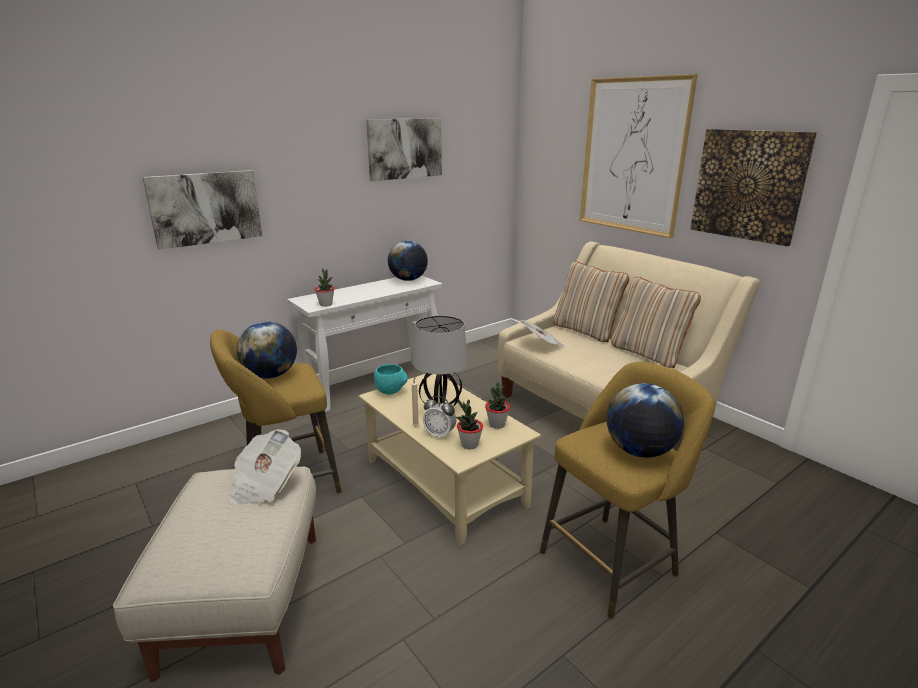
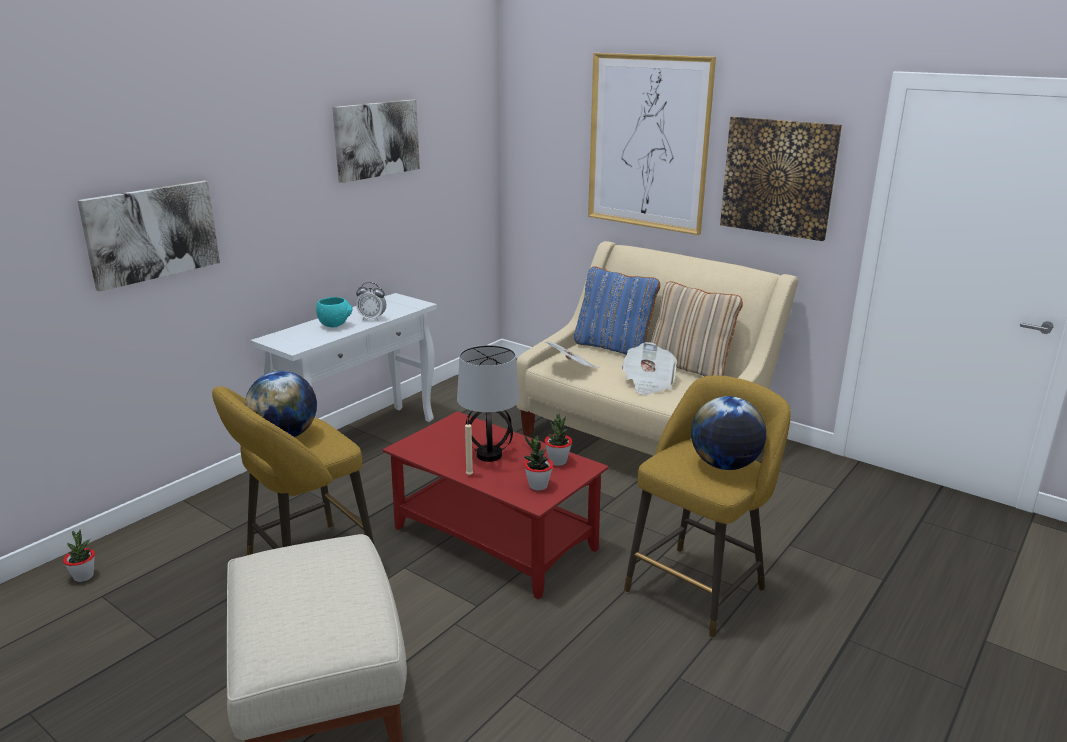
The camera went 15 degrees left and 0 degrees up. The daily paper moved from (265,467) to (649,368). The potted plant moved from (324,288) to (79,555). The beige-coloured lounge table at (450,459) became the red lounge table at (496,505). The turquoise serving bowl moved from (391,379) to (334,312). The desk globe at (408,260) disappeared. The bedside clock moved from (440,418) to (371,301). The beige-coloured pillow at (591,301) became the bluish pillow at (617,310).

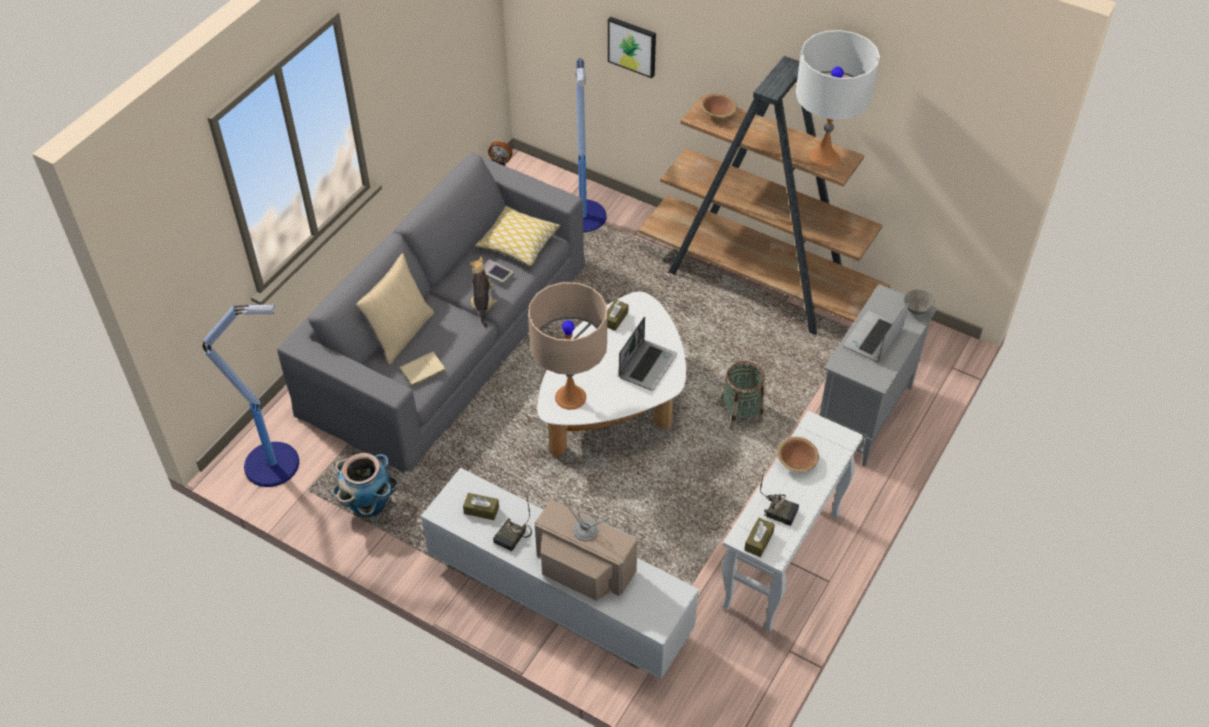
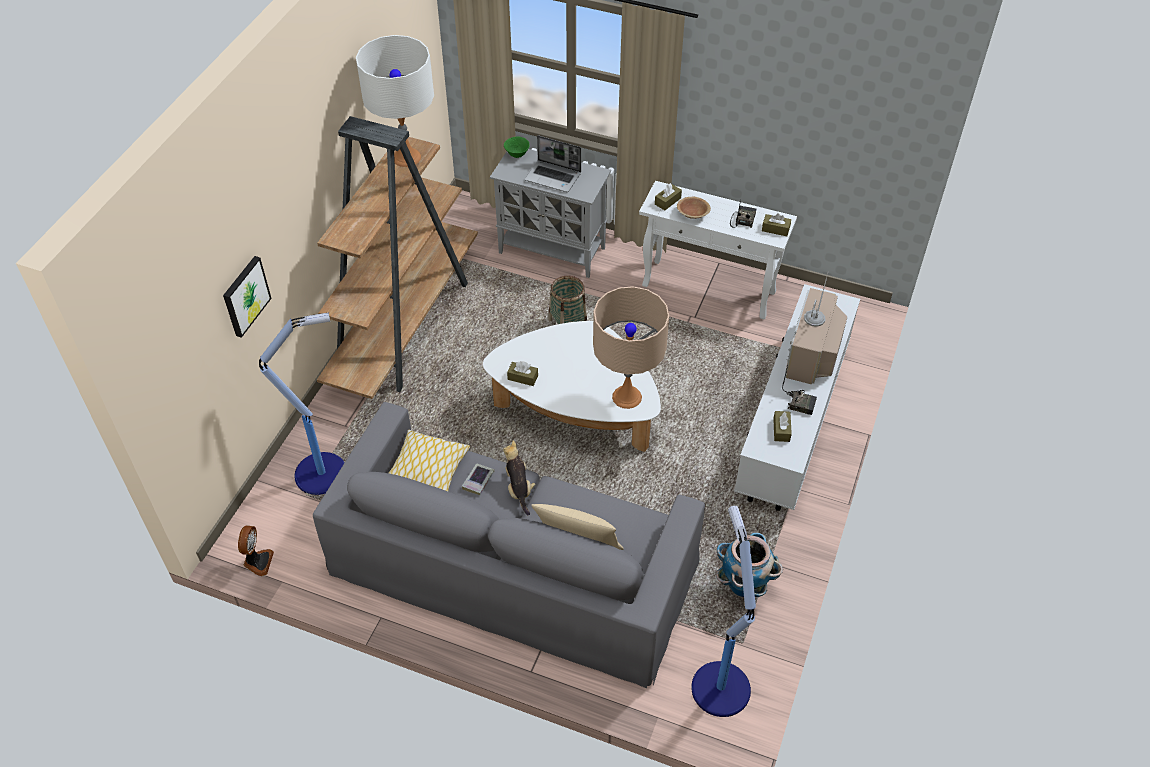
The camera went 100 degrees left and 0 degrees up. The beige-coloured volume at (423,369) disappeared. The cuddly toy at (484,292) turned 90 degrees clockwise. The notebook computer at (648,353) disappeared. The brown-coloured serving bowl at (719,105) disappeared. The greyish serving bowl at (919,302) became the green serving bowl at (517,147). The brown-coloured tissue box at (668,196) appeared.

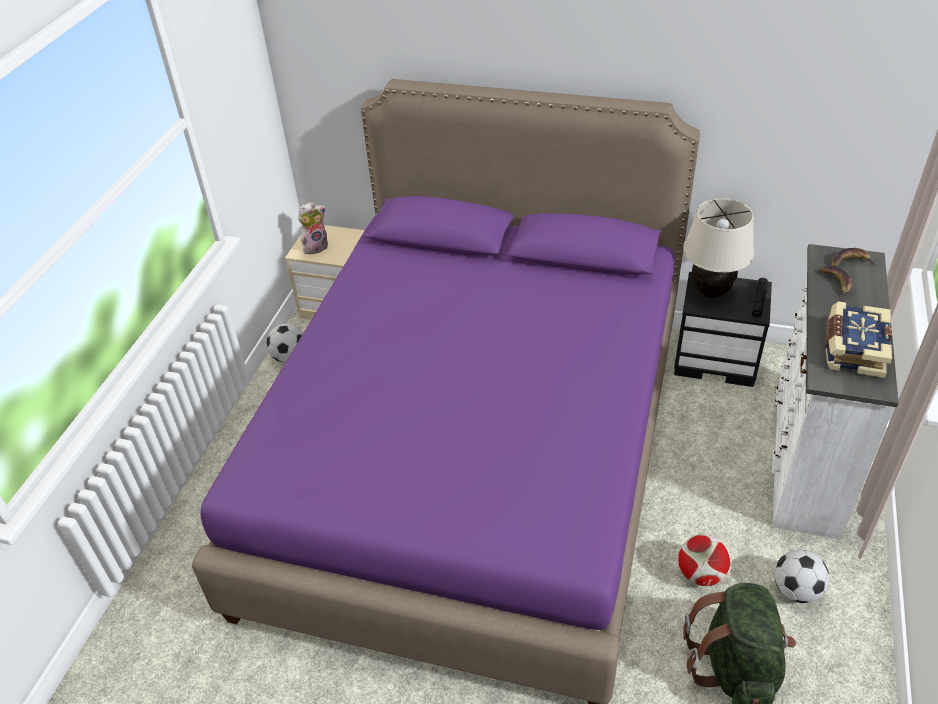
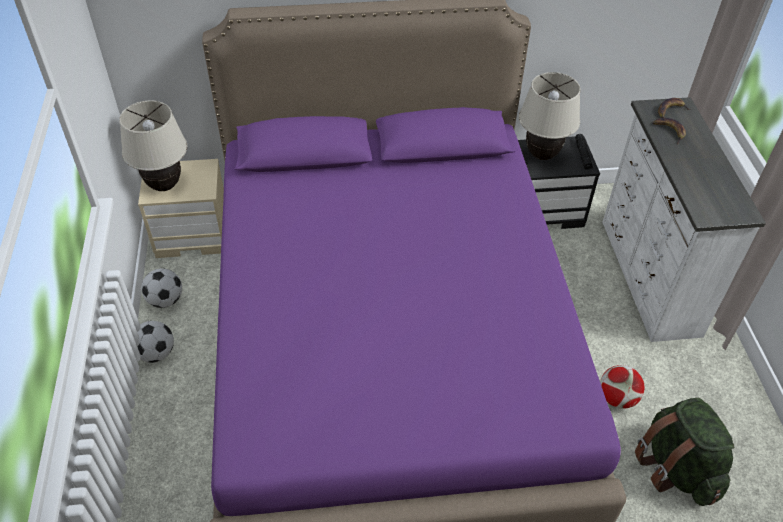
The camera went 25 degrees left and 5 degrees up. The cuddly toy at (313,228) was replaced by the beige-coloured table lamp at (153,146). The ball for football moved from (801,576) to (155,342). The volume at (858,339) disappeared.

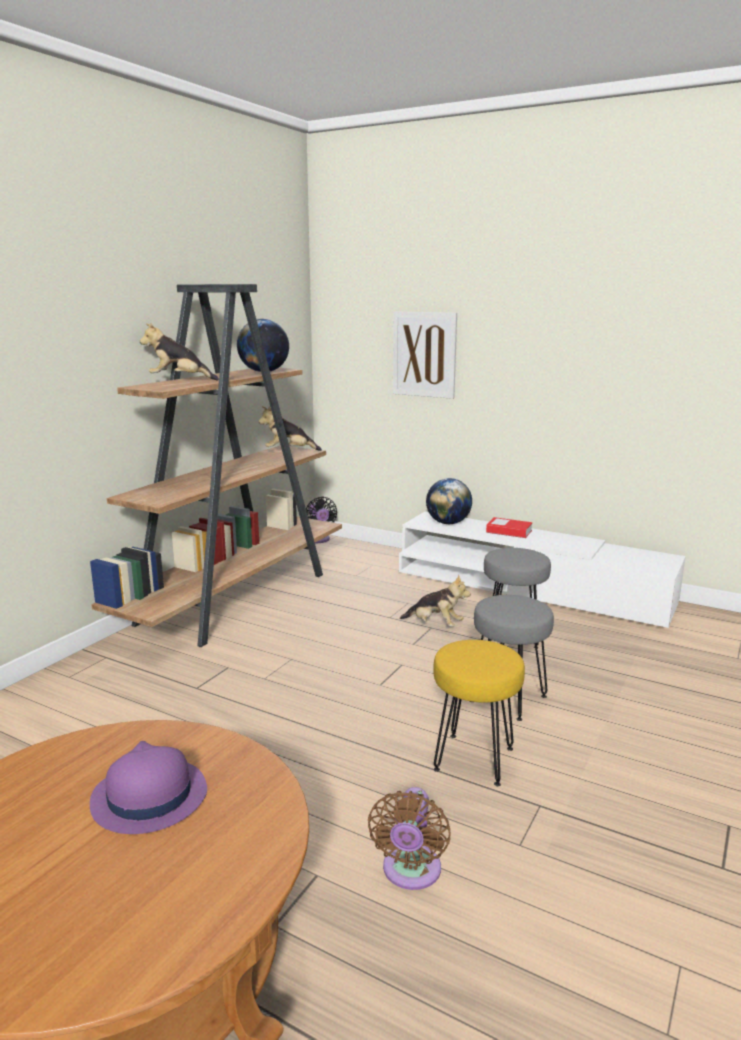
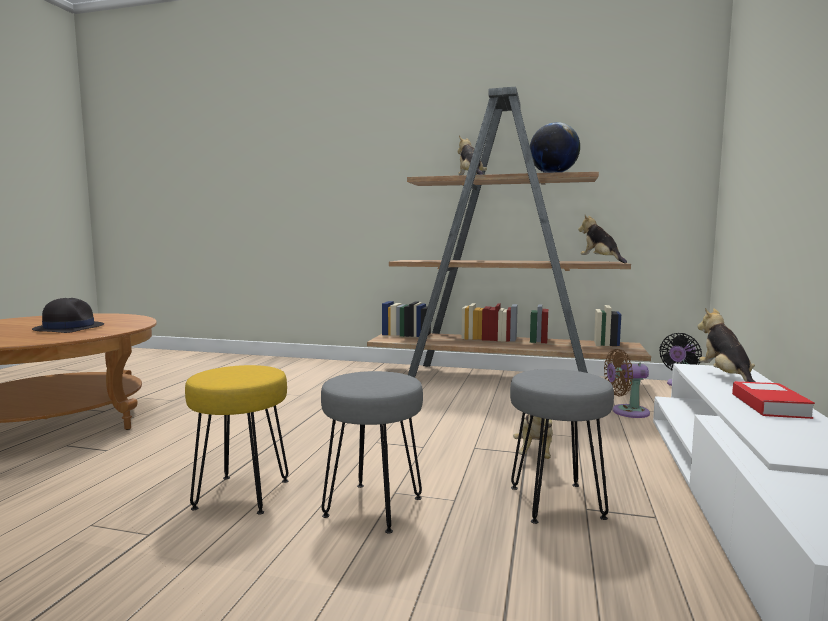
The camera went 75 degrees right and 10 degrees down. The purple-coloured hat at (148,787) became the blackish hat at (68,315). The brown-coloured fan moved from (409,838) to (627,383). The picture at (425,355) disappeared. The desk globe at (449,501) was replaced by the cuddly toy at (726,345).

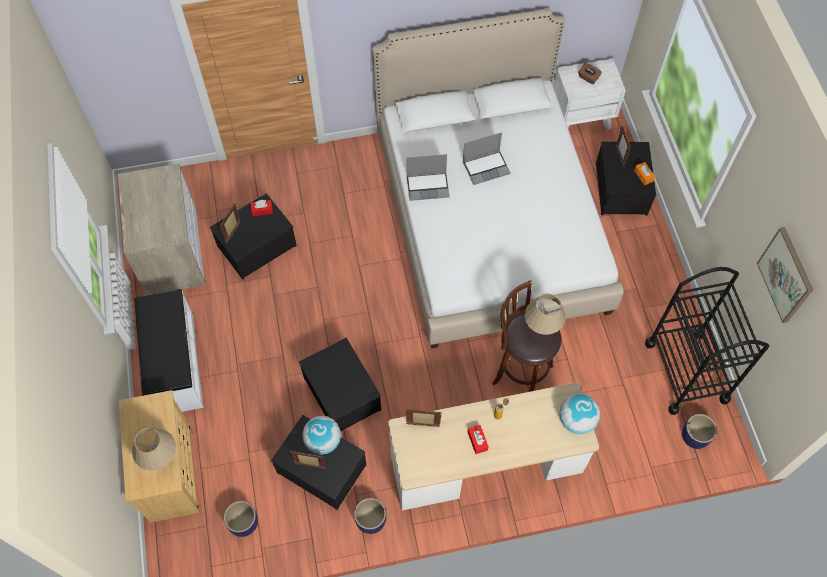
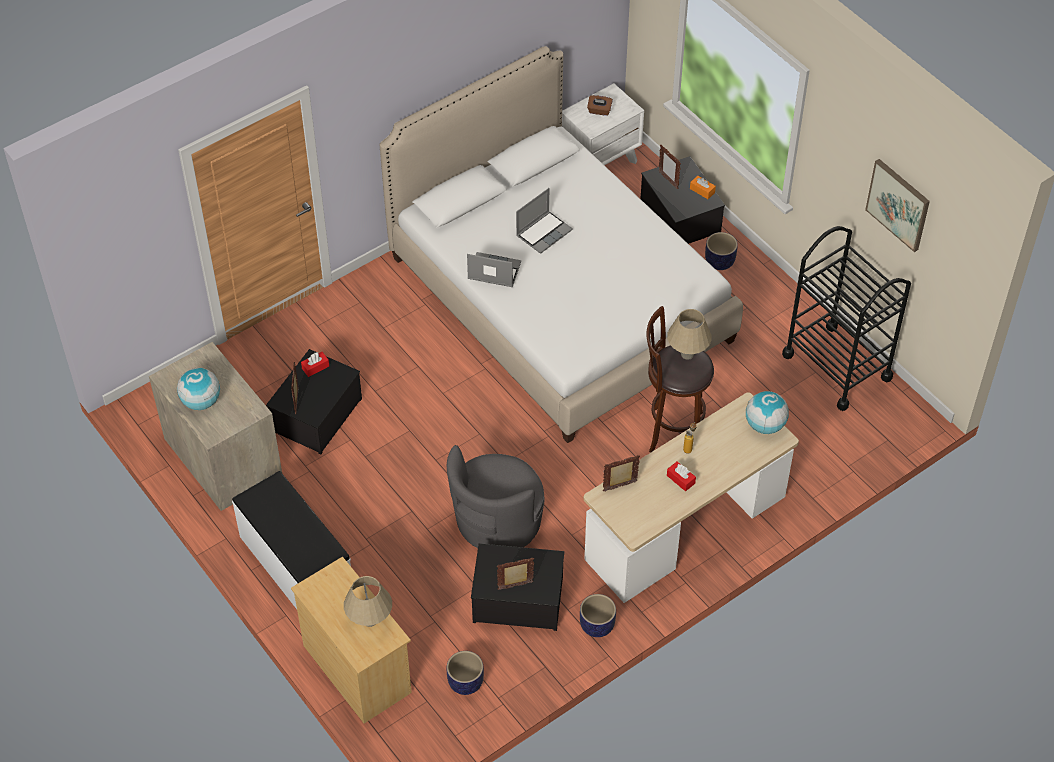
The camera went 25 degrees left and 10 degrees down. The storage container at (340,384) was replaced by the greyish lounge chair at (496,496). The desk globe moved from (321,435) to (198,389). The notebook computer at (428,177) turned 135 degrees counterclockwise. The flower pot moved from (699,431) to (721,251).

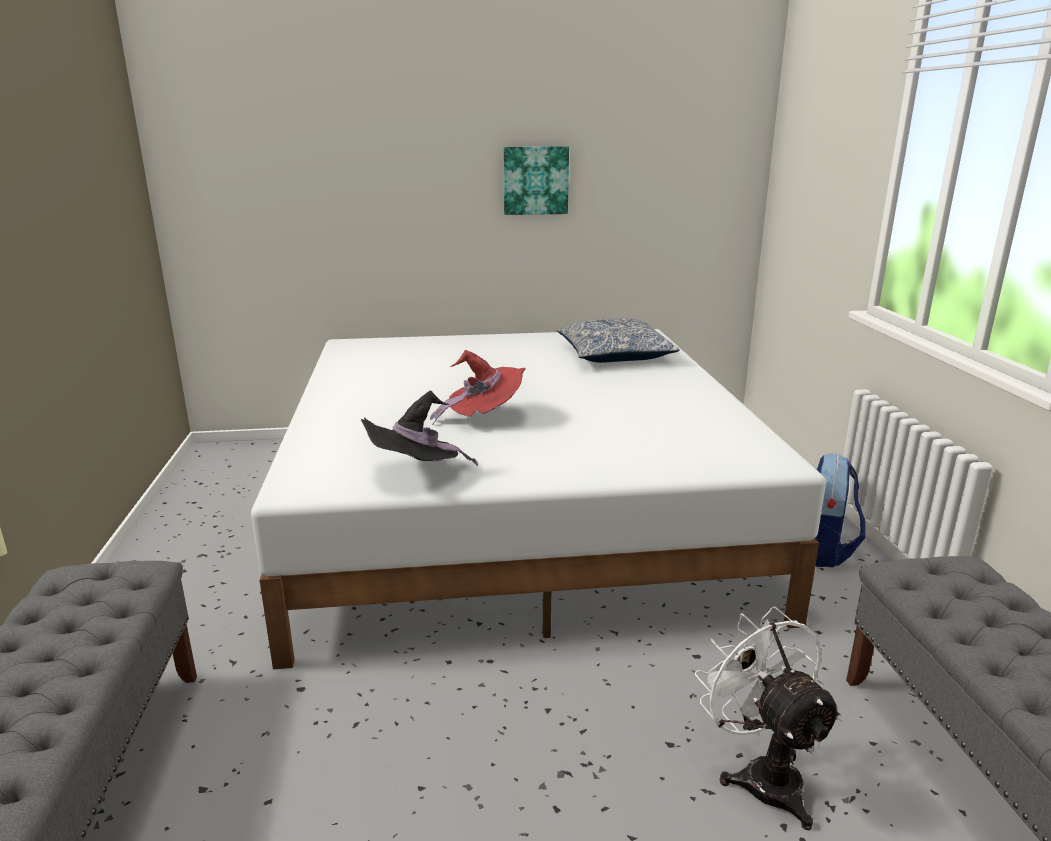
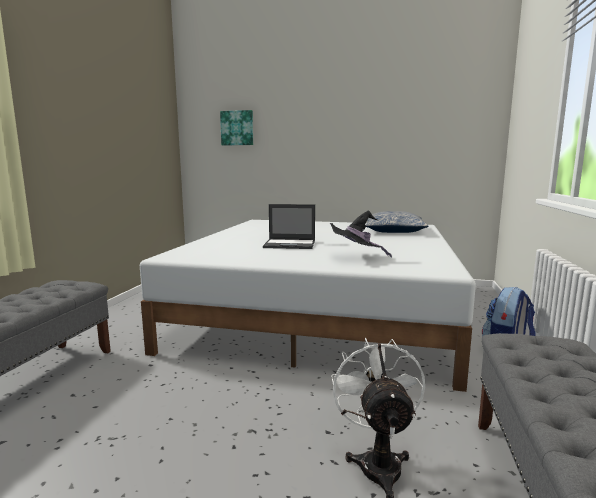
The camera went 20 degrees right and 10 degrees down. The blackish hat moved from (419,428) to (361,234). The red hat at (478,387) was replaced by the notebook computer at (289,226). The picture moved from (536,180) to (236,128).

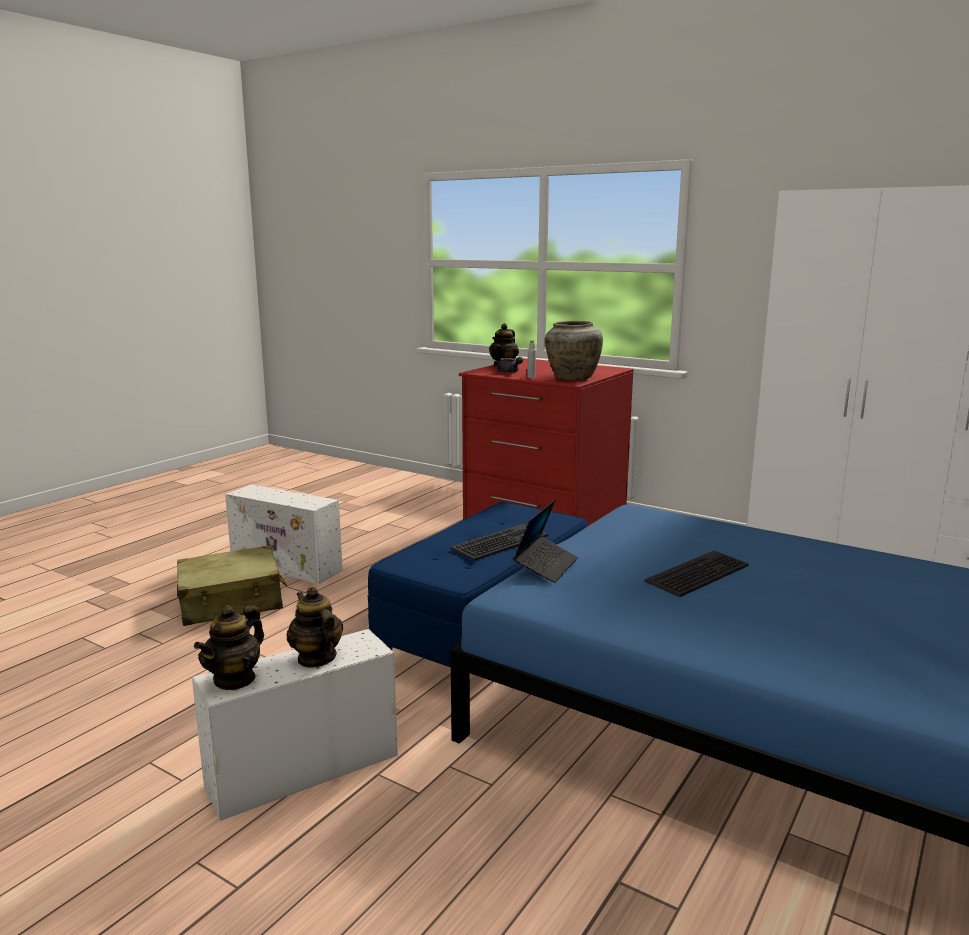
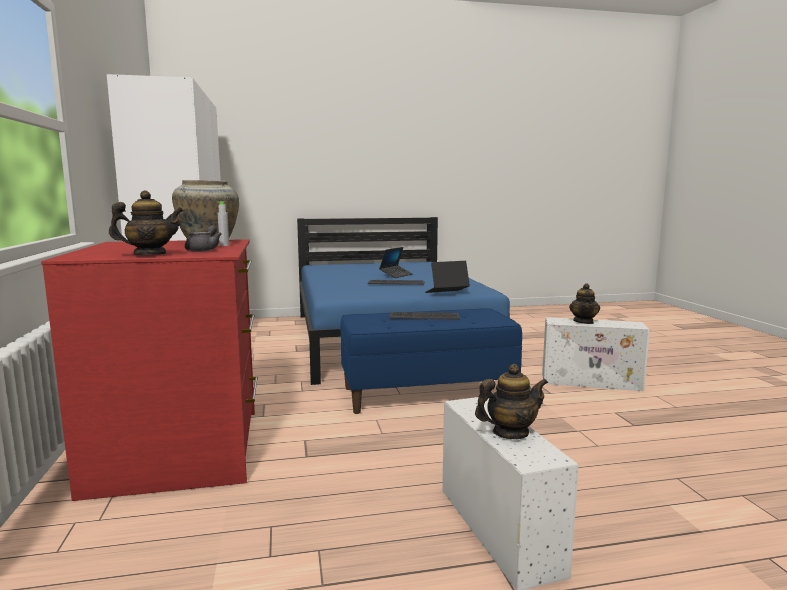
The camera went 135 degrees left and 5 degrees down. The beige-coloured suitcase at (232,585) disappeared. The tea pot moved from (229,647) to (511,401). The notebook computer at (396,262) appeared.

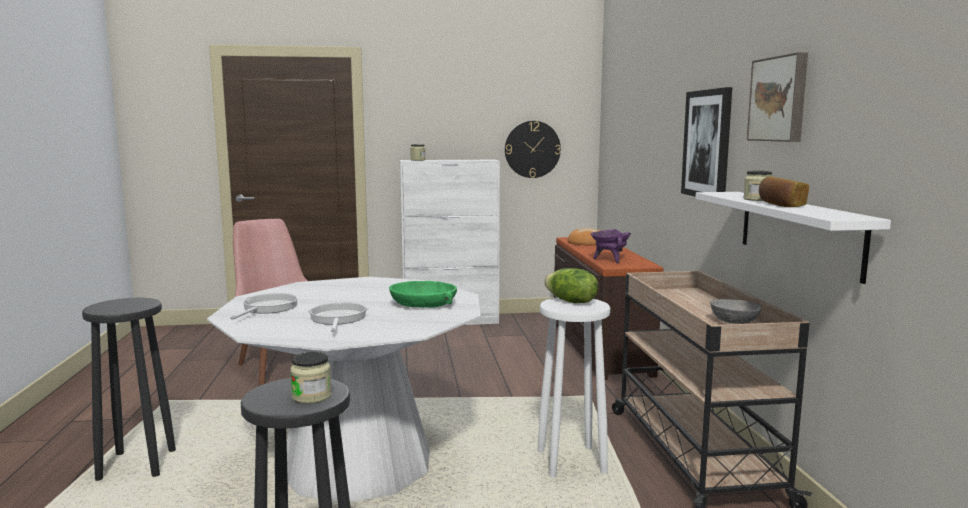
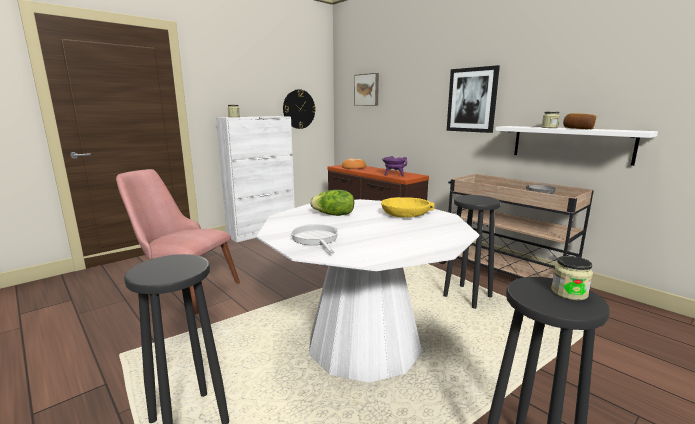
The camera went 35 degrees left and 5 degrees up. The skillet at (338,317) disappeared. The green serving bowl at (423,294) became the yellow serving bowl at (408,207). The white sitting stool at (573,387) became the blackish sitting stool at (472,252). The lettuce head moved from (571,285) to (332,203). The picture moved from (777,97) to (366,89).

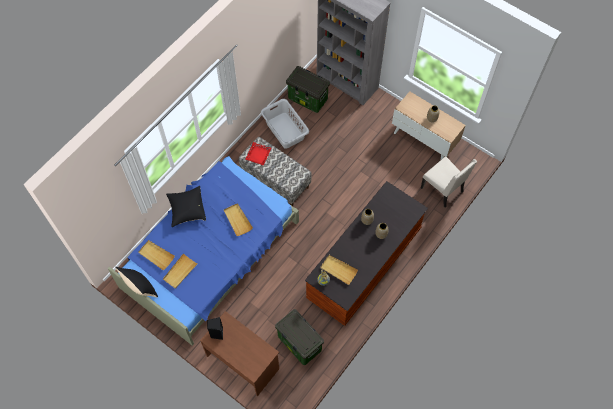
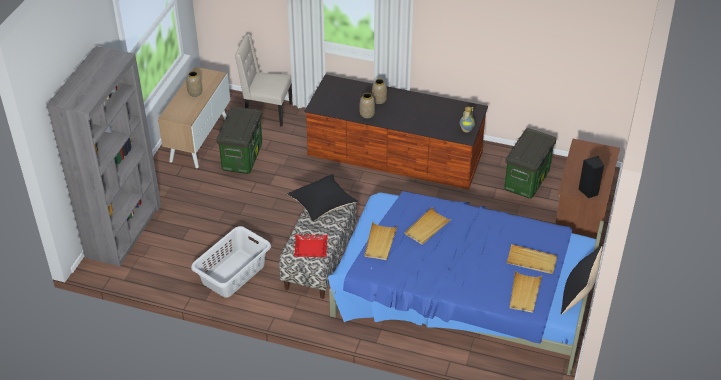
The camera went 110 degrees left and 20 degrees down. The blackish pillow moved from (186,206) to (322,197). The storage container moved from (308,89) to (239,140). The beige-coloured carrying tray moved from (339,270) to (381,241). The beige-coloured chair at (449,182) turned 105 degrees counterclockwise.

